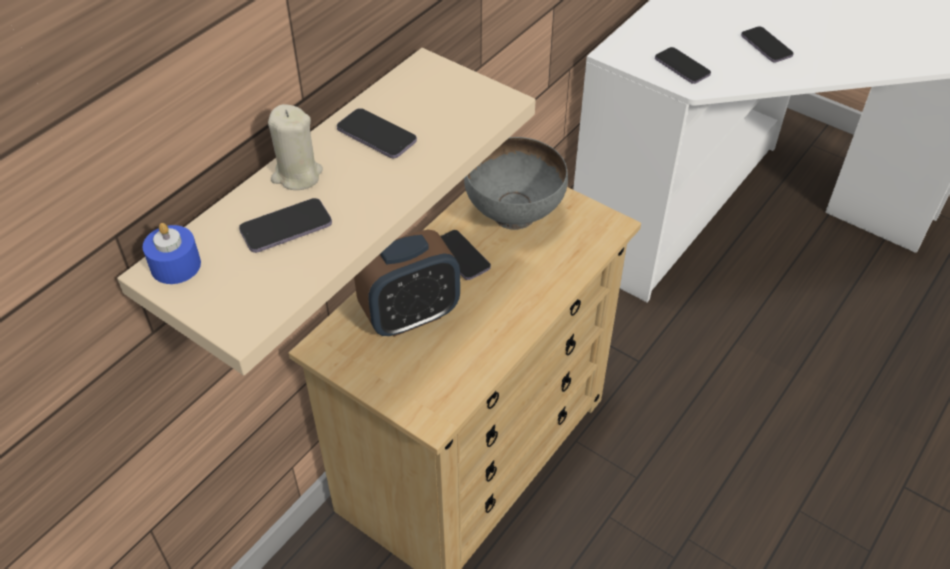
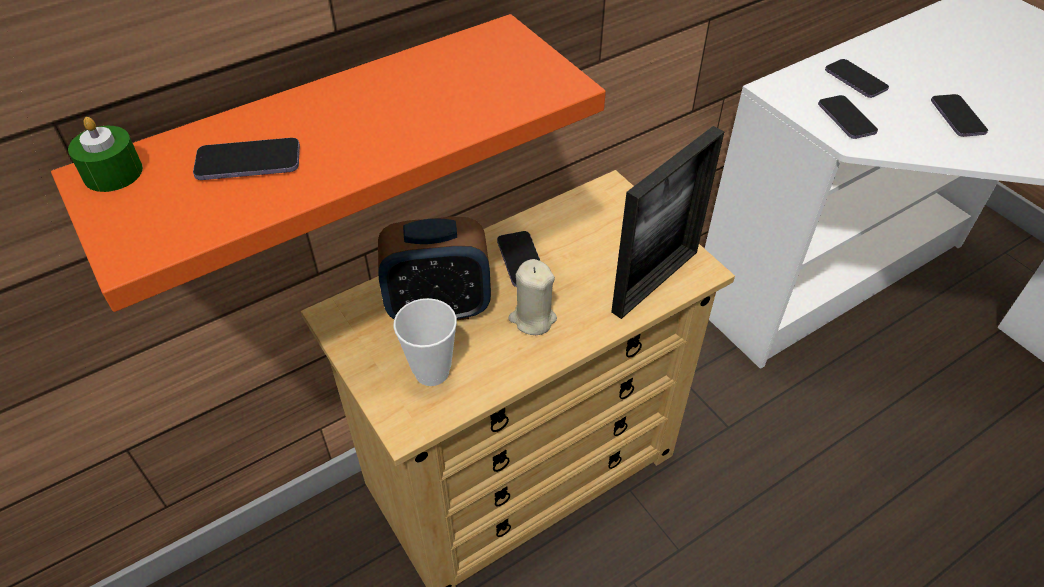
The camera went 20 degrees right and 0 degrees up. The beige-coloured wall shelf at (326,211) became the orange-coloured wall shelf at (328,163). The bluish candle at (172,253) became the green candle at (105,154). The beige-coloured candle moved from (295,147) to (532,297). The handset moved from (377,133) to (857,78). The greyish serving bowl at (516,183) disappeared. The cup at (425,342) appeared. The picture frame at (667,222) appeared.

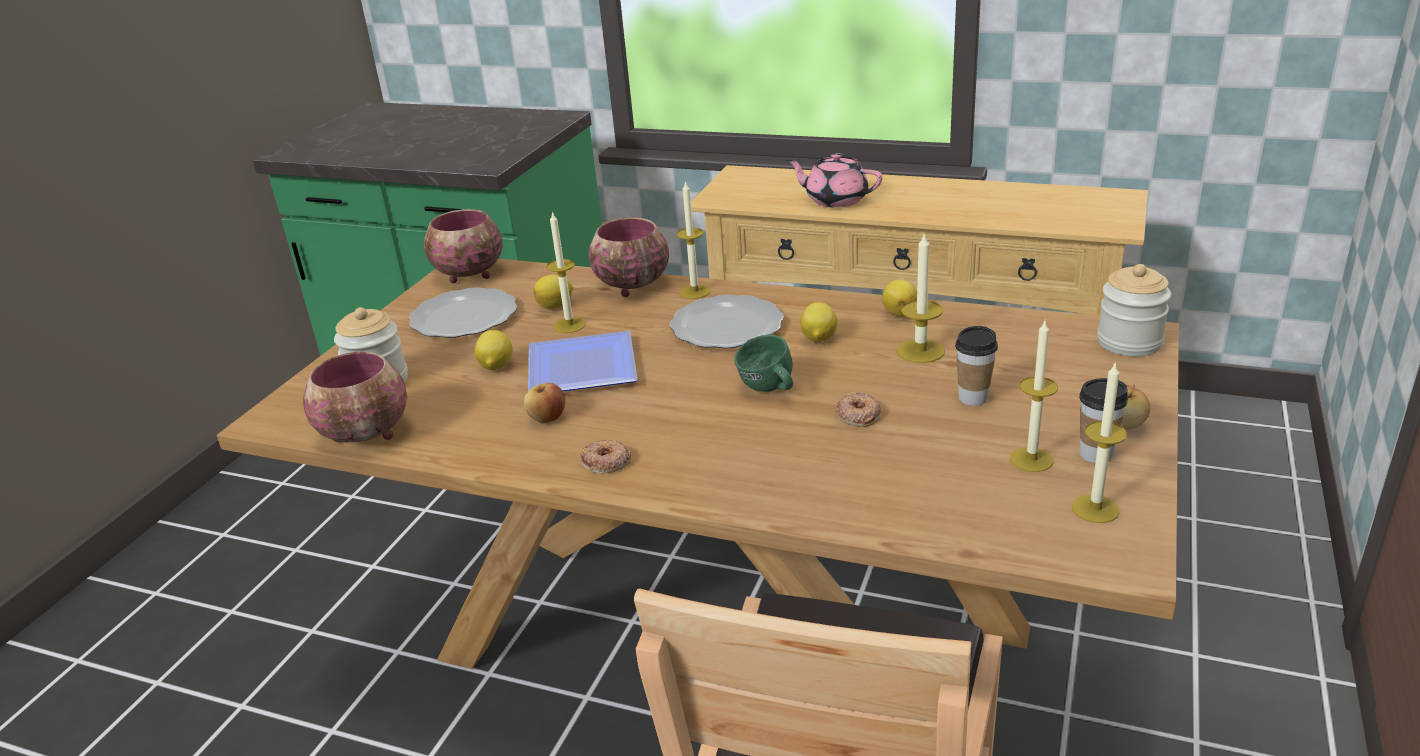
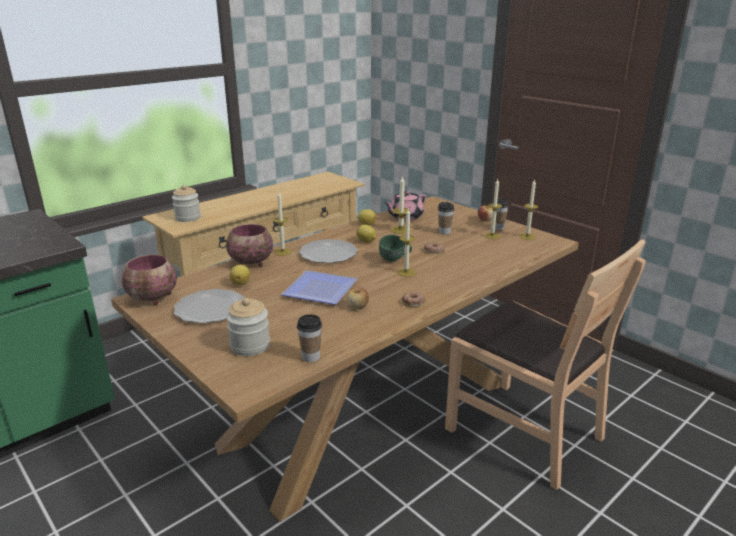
The camera went 65 degrees left and 5 degrees down. The serving bowl at (355,397) was replaced by the cup at (309,338). The lemon at (494,350) disappeared. The candle moved from (566,272) to (406,243). The pink tea pot moved from (834,180) to (405,206). The preserve jar moved from (1134,310) to (186,203).

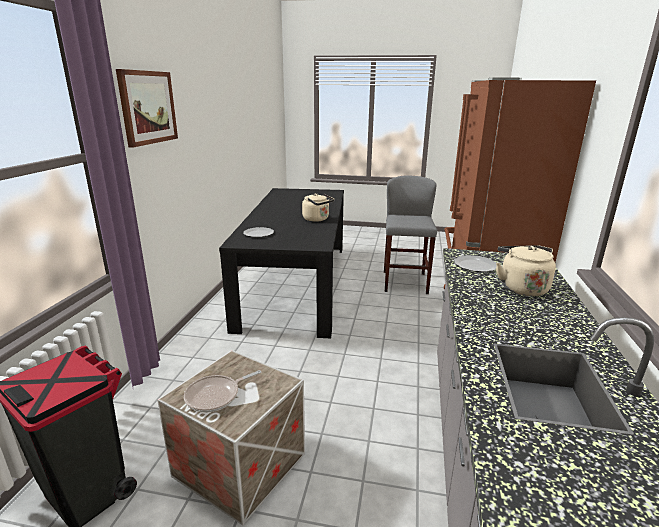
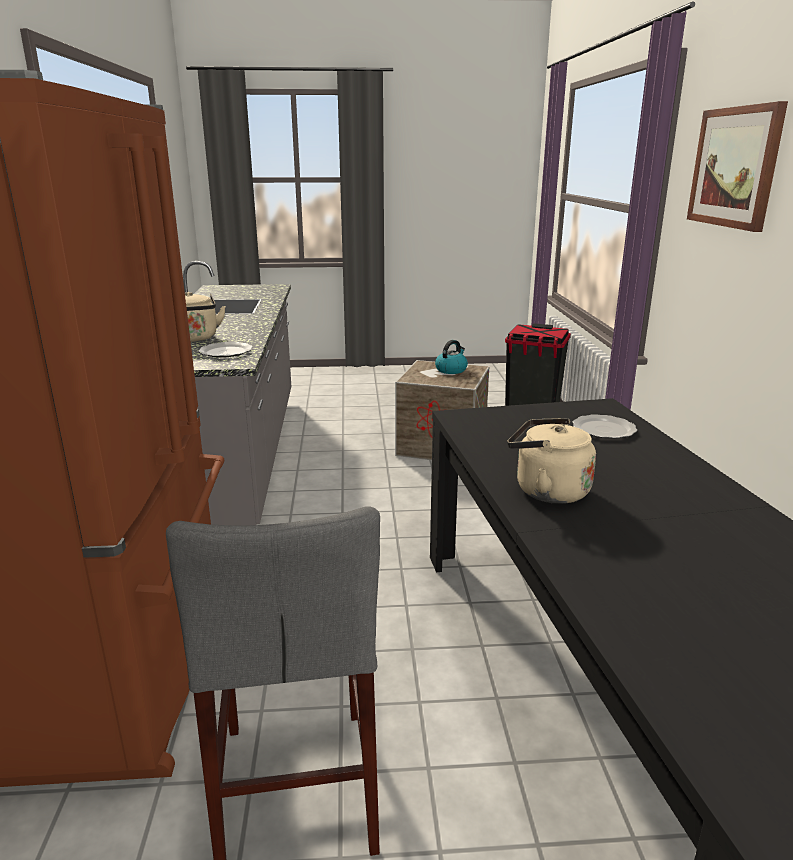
The camera went 165 degrees right and 0 degrees up. The skillet at (222,391) was replaced by the water kettle at (451,357).

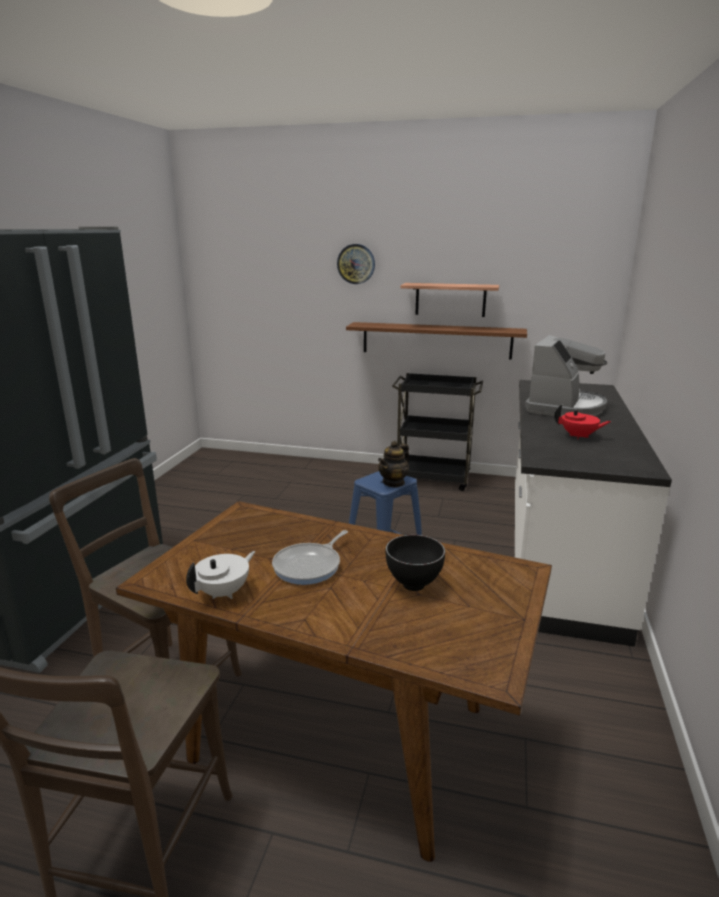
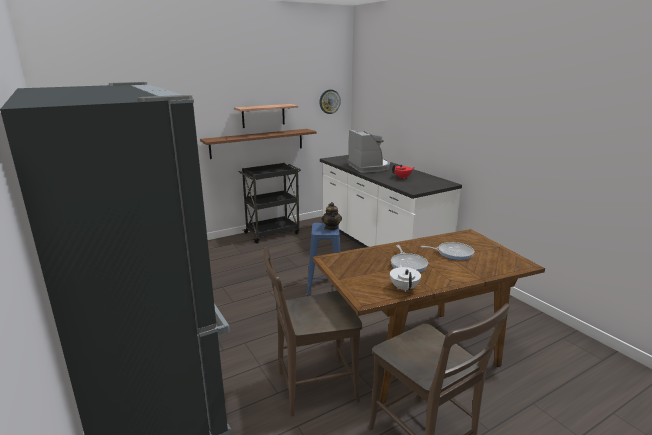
The camera went 45 degrees left and 0 degrees up. The wall clock moved from (356,264) to (330,102). The blackish serving bowl at (415,563) was replaced by the skillet at (447,251).

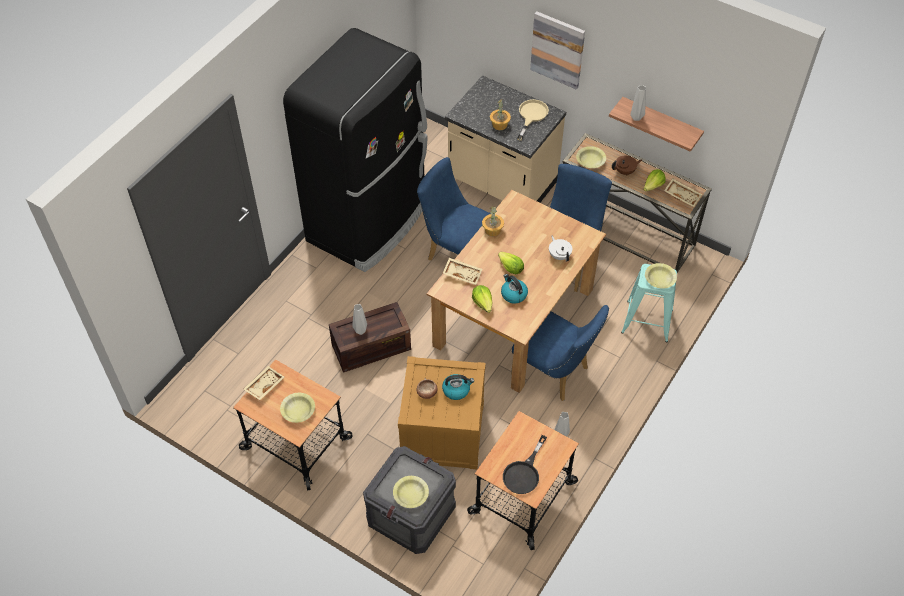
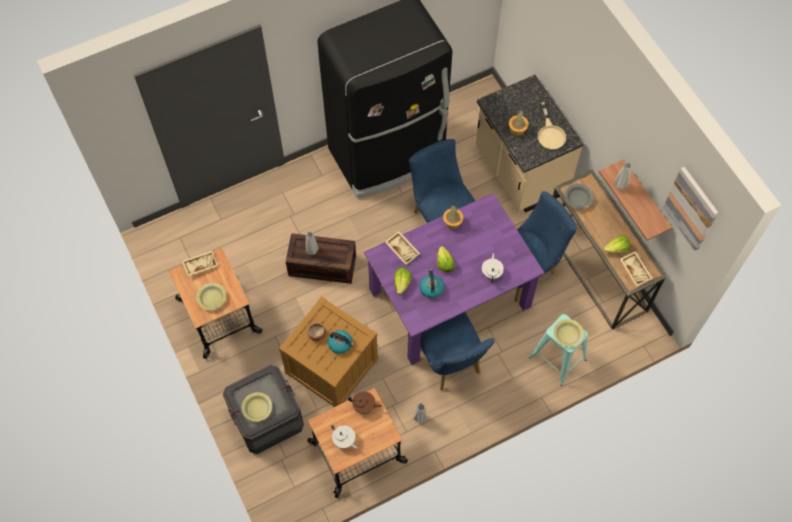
The camera went 30 degrees right and 10 degrees up. The brown-coloured kitchen table at (516,291) became the purple-coloured kitchen table at (454,279). The blackish skillet at (525,464) was replaced by the white tea pot at (344,437). The beige-coloured skillet at (533,120) turned 120 degrees clockwise. The picture moved from (557,50) to (690,209). The yellow serving bowl at (591,157) became the greyish serving bowl at (579,196). The brown-coloured tea pot moved from (627,166) to (364,402).

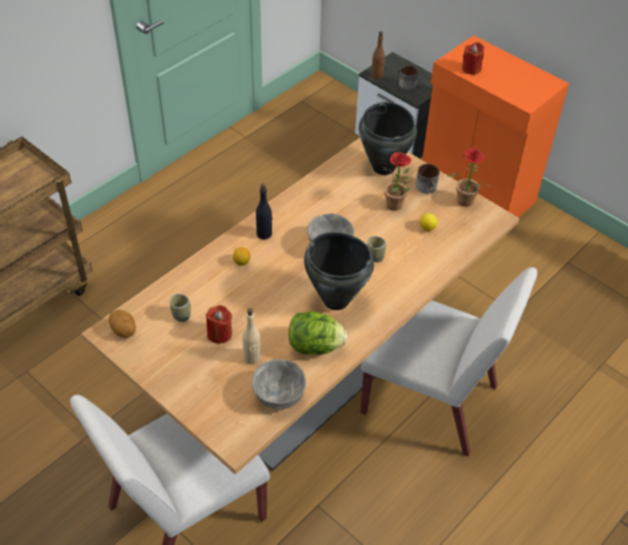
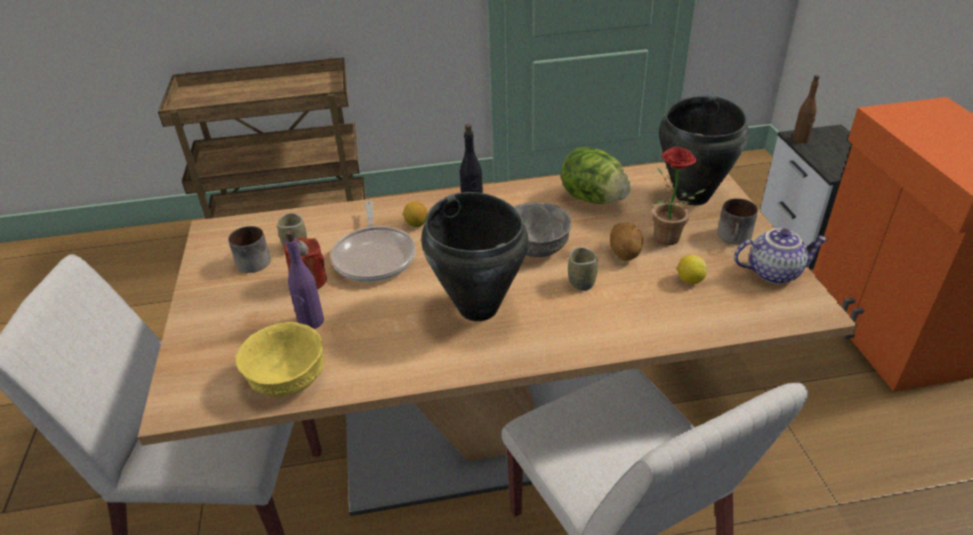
The camera went 40 degrees right and 10 degrees down. The whole potato moved from (122,324) to (626,241). The beige-coloured drink bottle at (251,336) became the purple-coloured drink bottle at (304,279). The greyish serving bowl at (279,384) became the yellow serving bowl at (279,359). The lettuce head moved from (318,333) to (596,175). The mug moved from (408,77) to (249,249). The potted plant at (469,177) was replaced by the tea pot at (781,256). The red candle at (473,58) disappeared. The skillet at (373,241) appeared.

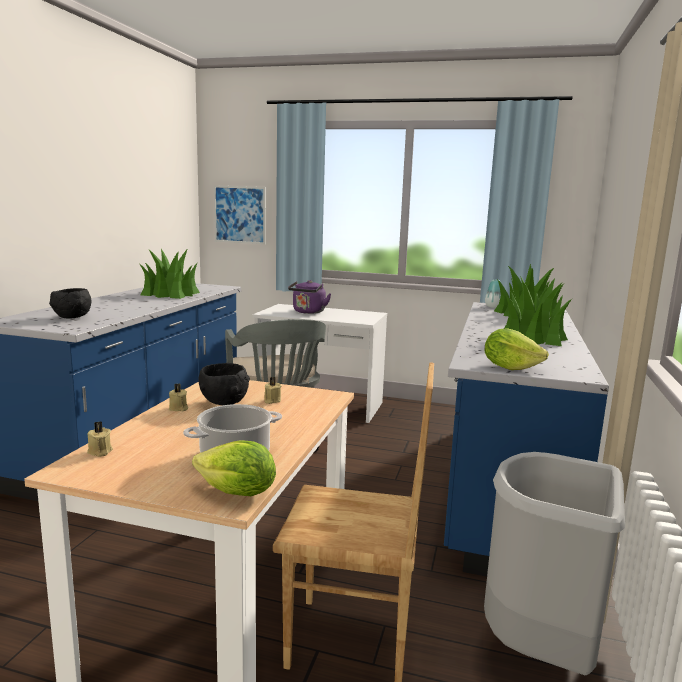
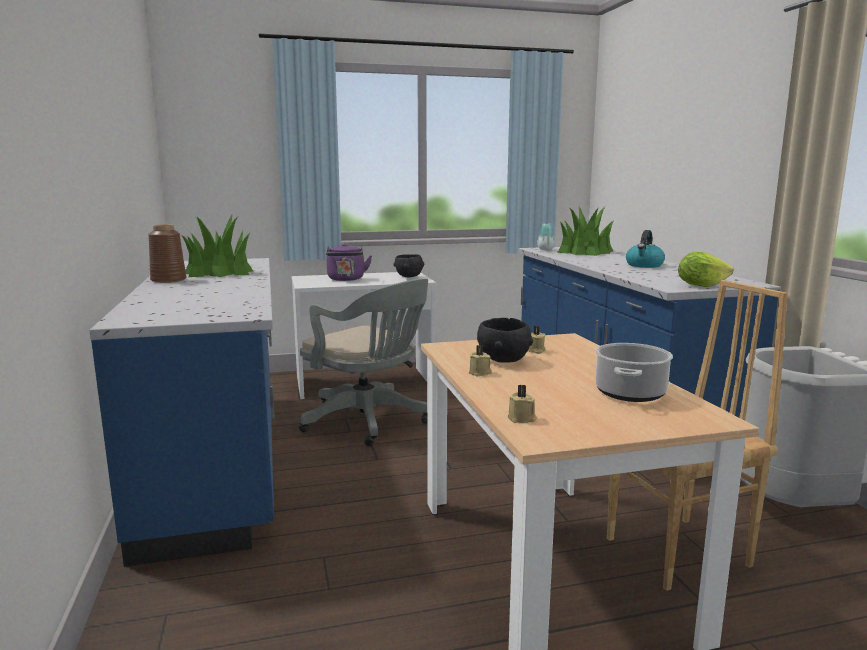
The camera went 30 degrees left and 0 degrees up. The blackish serving bowl moved from (70,303) to (408,265). The lettuce head at (234,468) disappeared. The picture at (240,214) disappeared. The potted plant at (538,311) was replaced by the water kettle at (645,249). The brown-coloured decorative vase at (167,253) appeared.

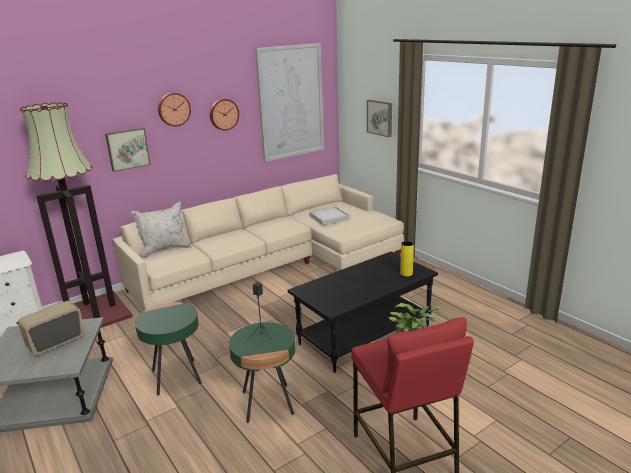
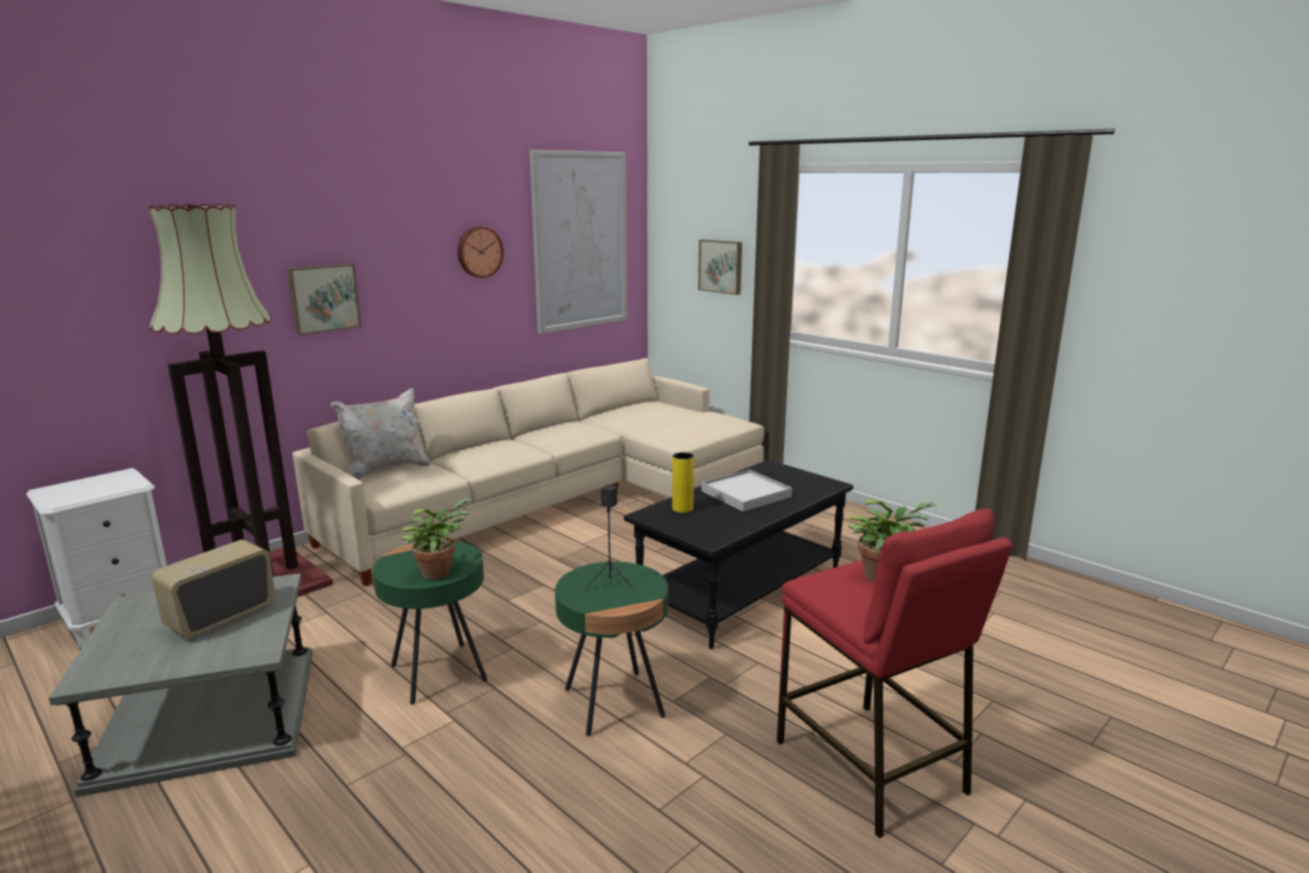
The camera went 10 degrees left and 5 degrees down. The wall clock at (174,110) disappeared. The white carrying tray moved from (329,216) to (747,491). The yellow decorative vase moved from (407,258) to (683,482). The potted plant at (436,539) appeared.

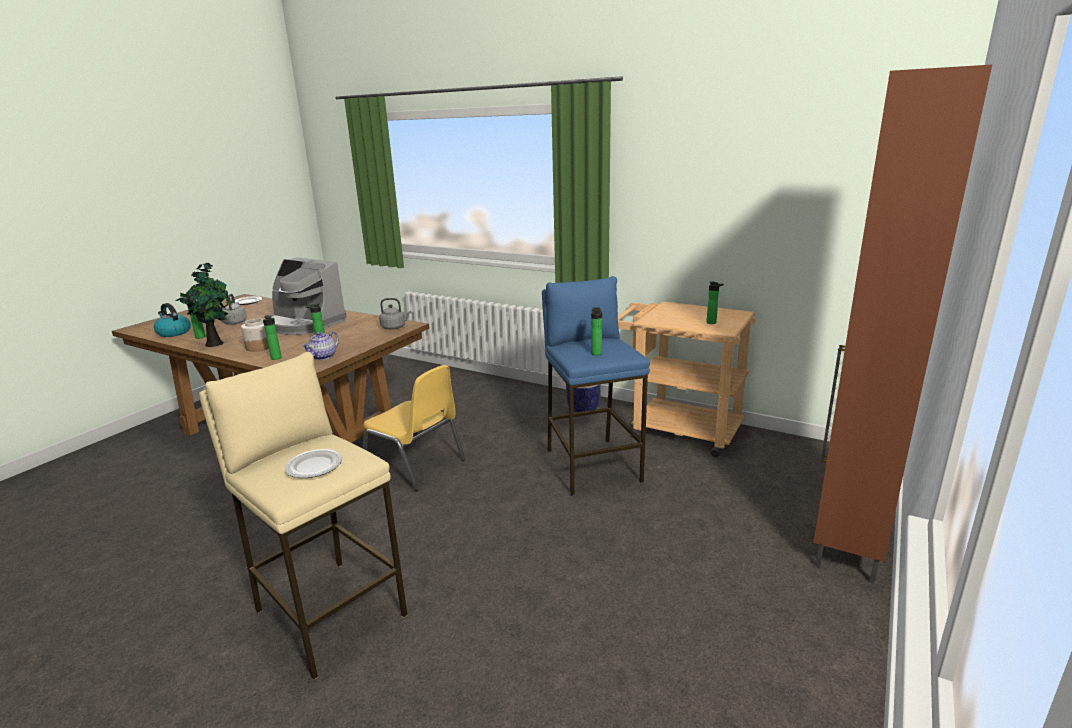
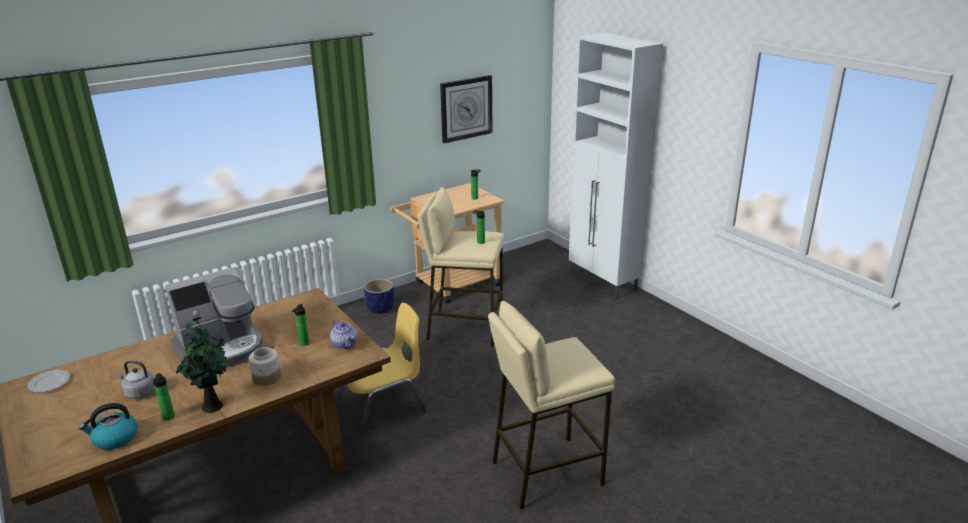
The camera went 65 degrees left and 5 degrees up. The drink bottle at (272,337) disappeared. The flat dish at (313,463) disappeared. The greyish water kettle at (395,313) disappeared. The bluish sitting stool at (596,386) became the beige-coloured sitting stool at (460,267). The brown-coloured storage cabinet at (902,324) became the white storage cabinet at (616,166). The wall clock at (466,109) appeared.

